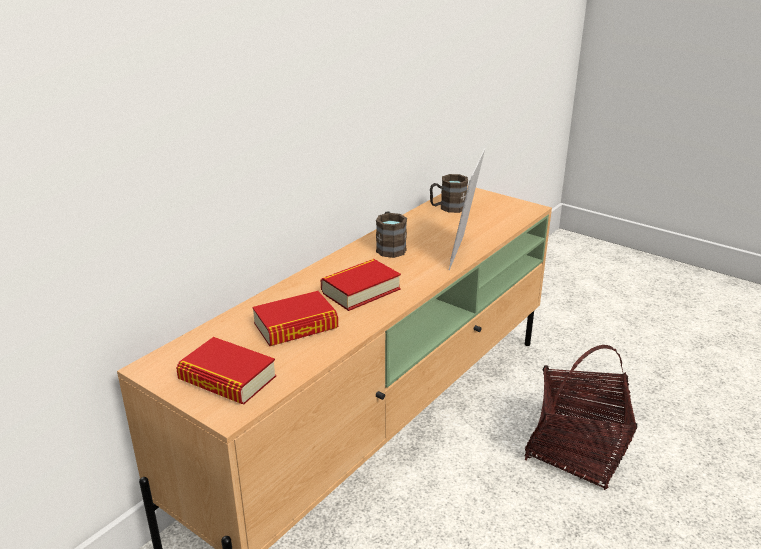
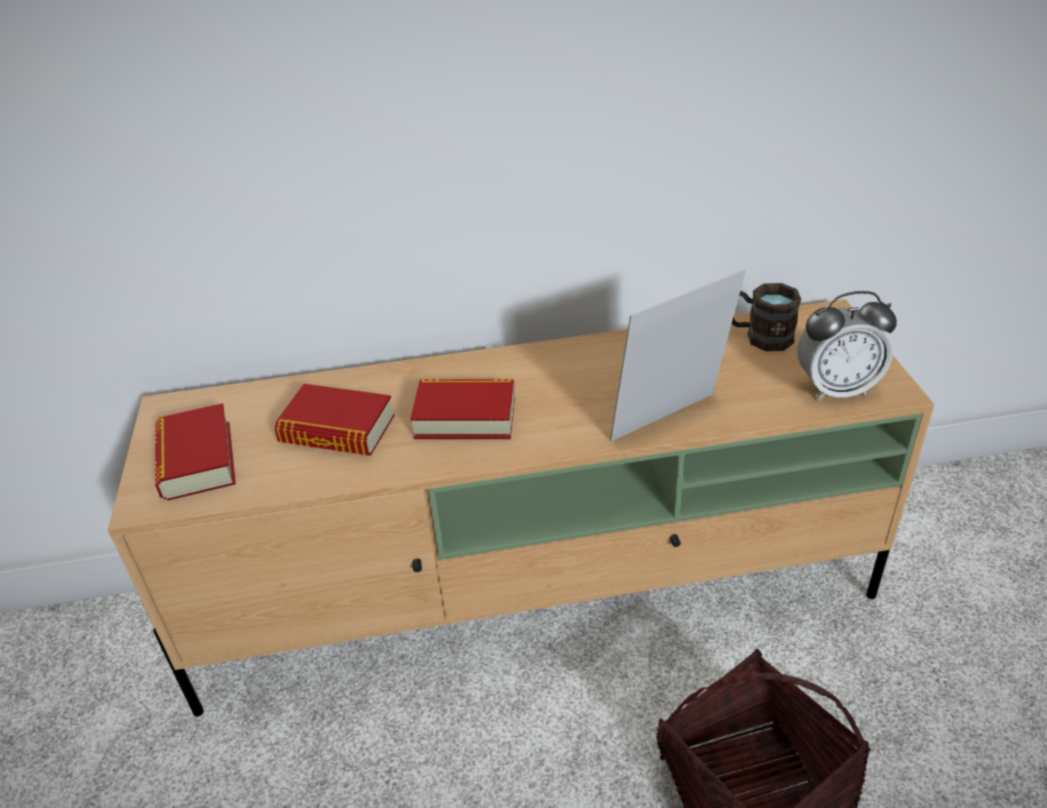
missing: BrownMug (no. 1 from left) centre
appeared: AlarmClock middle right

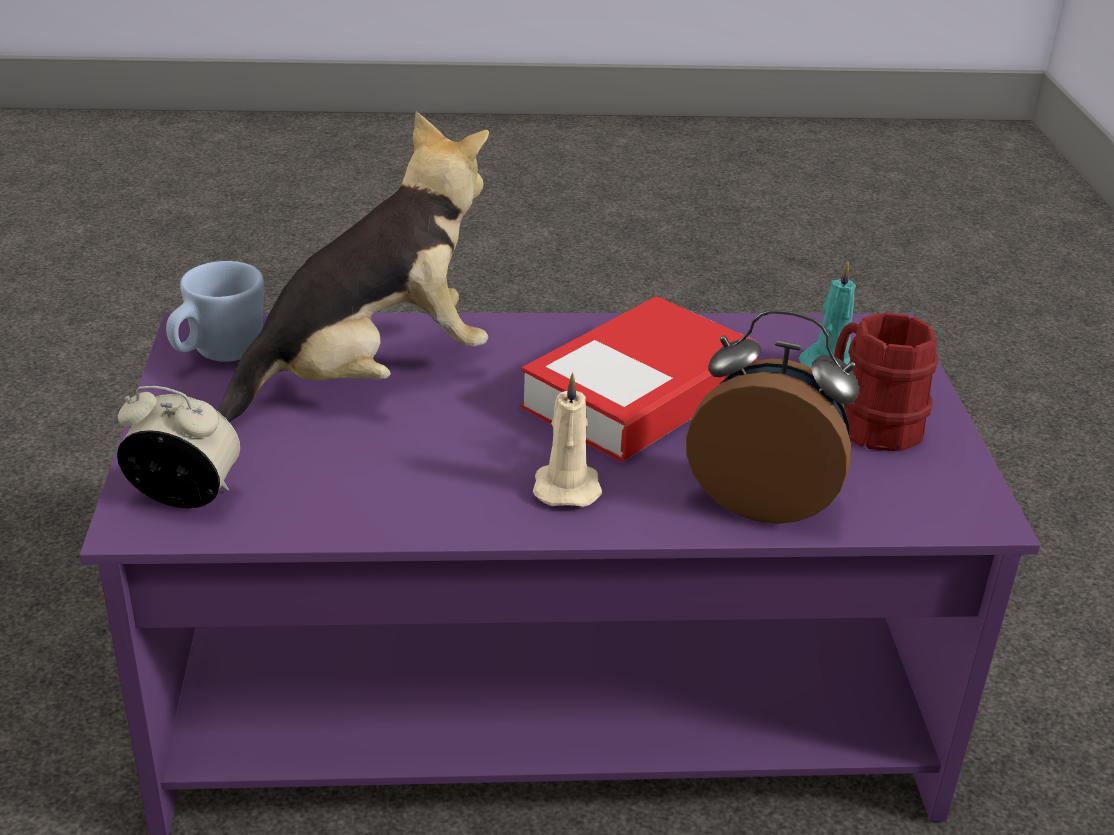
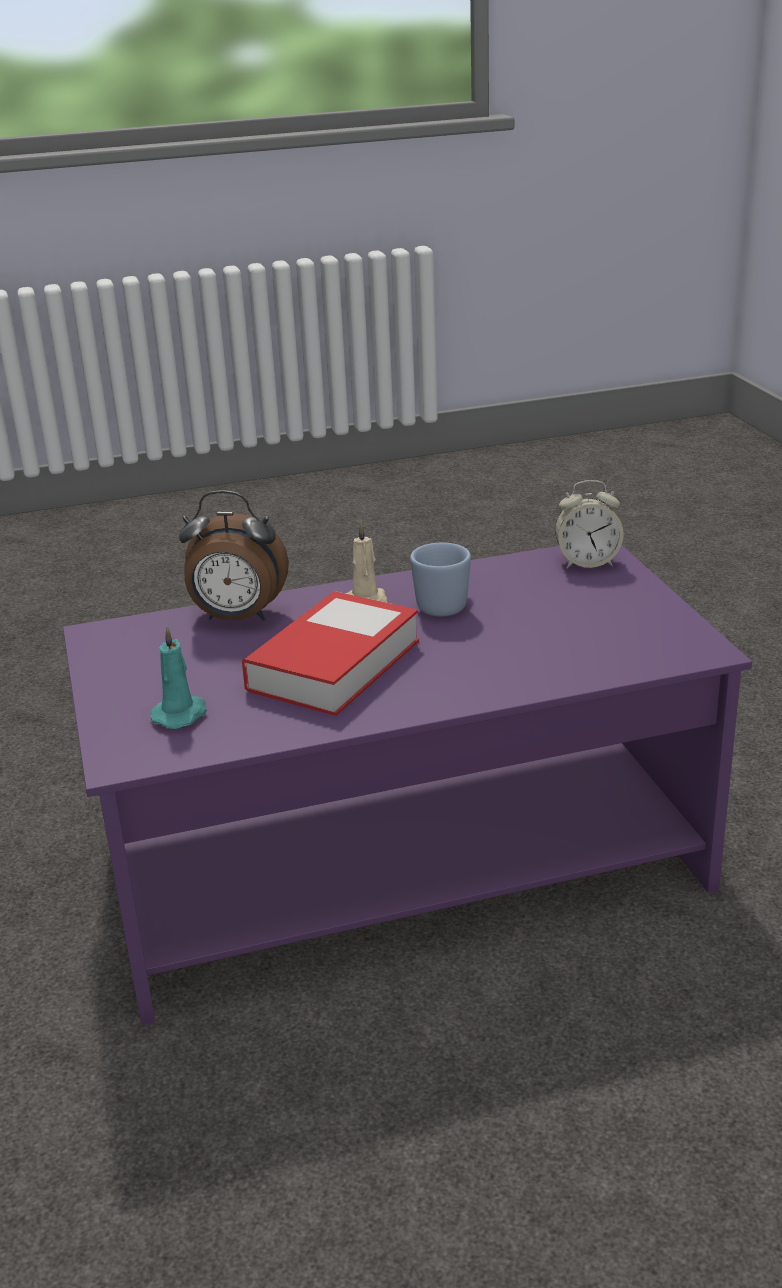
missing: PlushToy top left; RedMug middle right
relocated: BlueMug middle left to centre

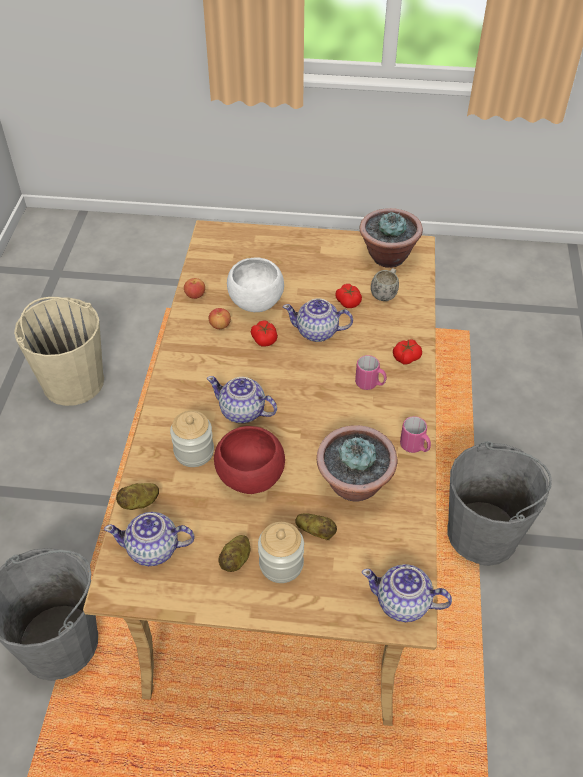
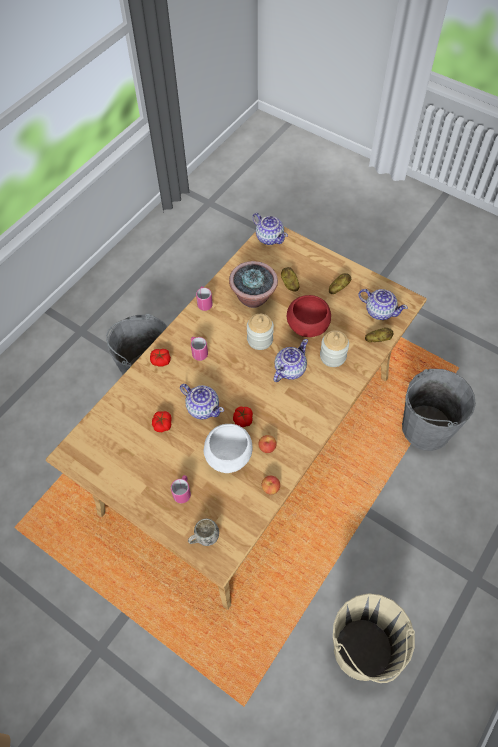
missing: PottedPlant (no. 2 from left) top right
appeared: PinkMug (no. 1 from left) centre
relocated: WhiteMug centre to bottom centre; Jar (no. 2 from left in the first image) bottom centre to Jar (no. 1 from left) centre
spun: Teapot (no. 2 from left in the first image) centre = centre 105 degrees counterclockwise

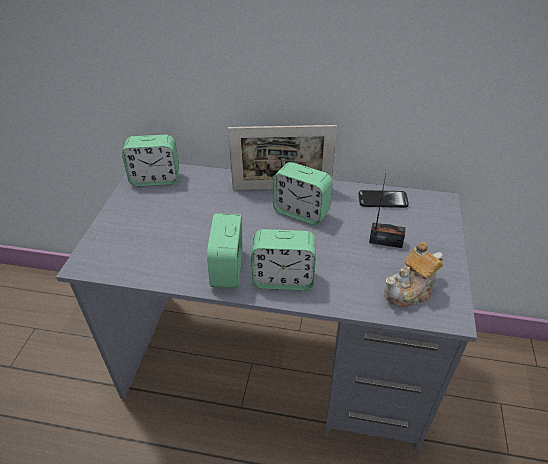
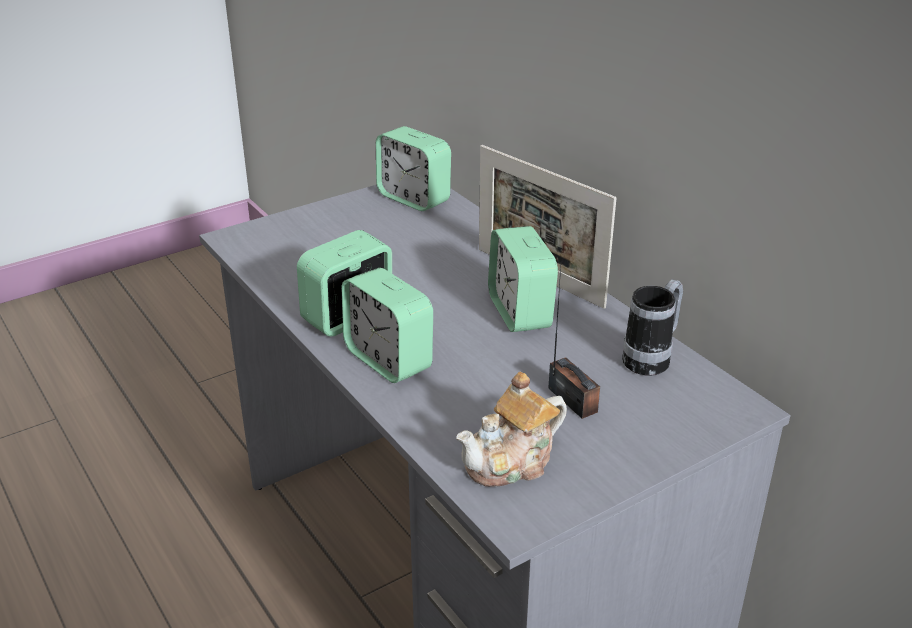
exchanged: Phone middle right to Mug middle right
spun: Teapot middle right = bottom centre 45 degrees counterclockwise

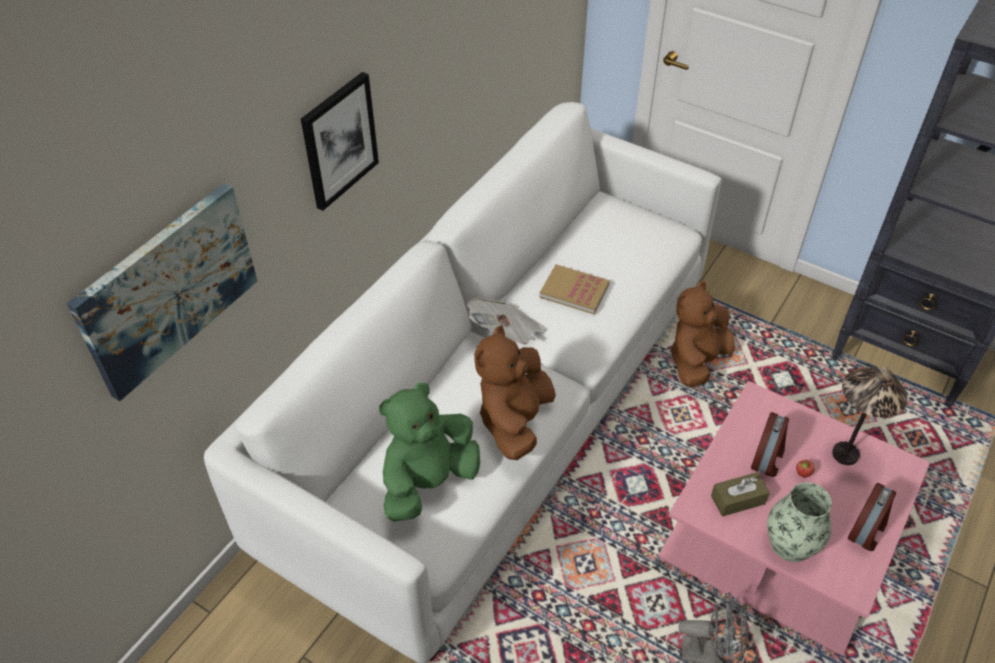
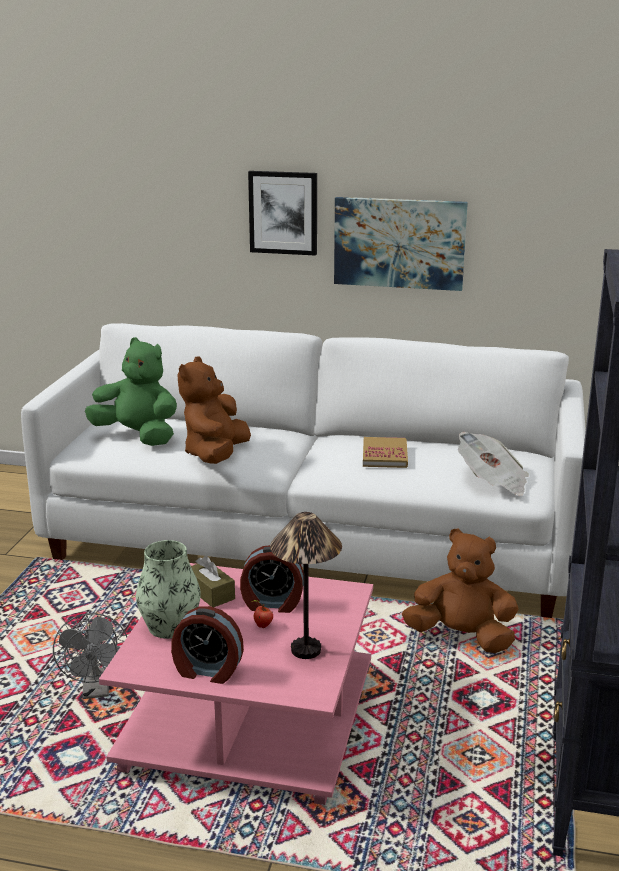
relocated: Picture (no. 1 from left in the first image) middle left to Picture (no. 2 from left) top centre; Newspaper centre to middle right
spun: BrownPlushToy (no. 1 from left) centre = centre 75 degrees counterclockwise

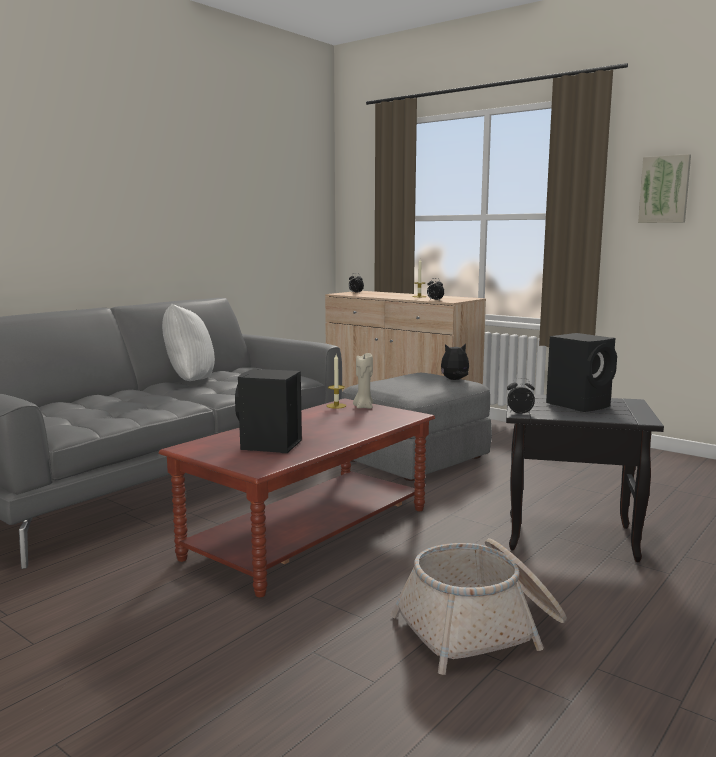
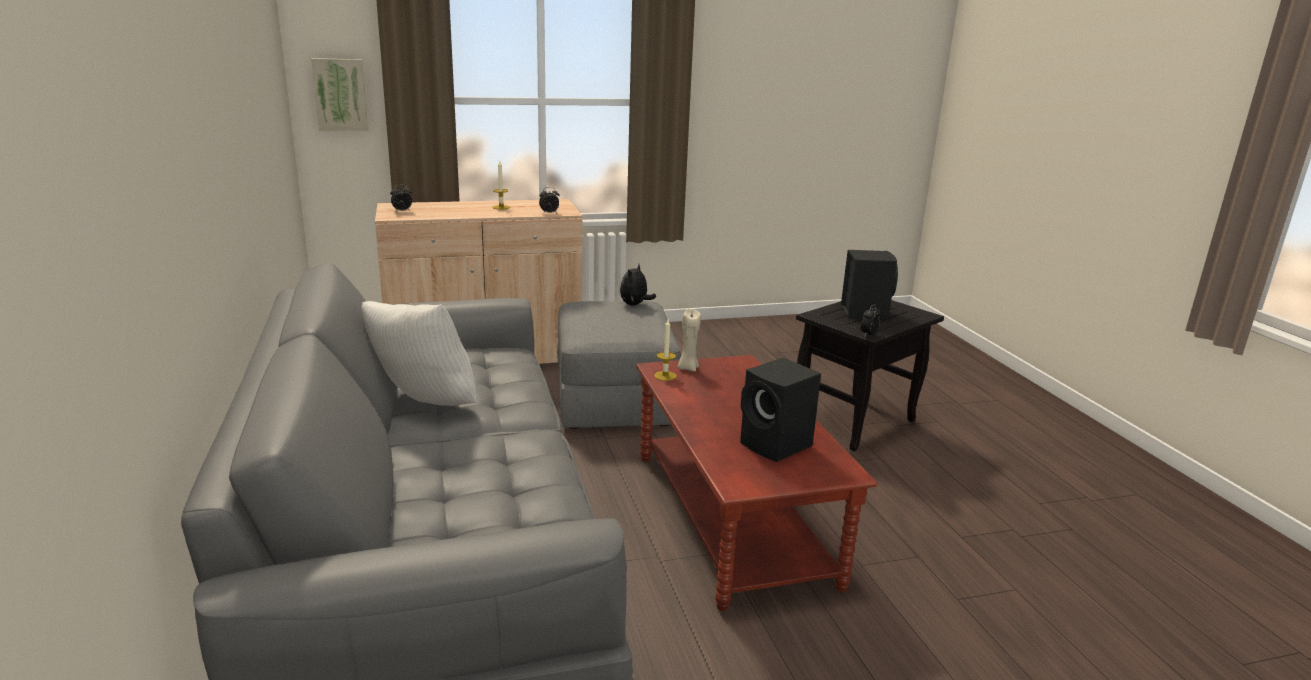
missing: Basket bottom right
relocated: Picture top right to top left

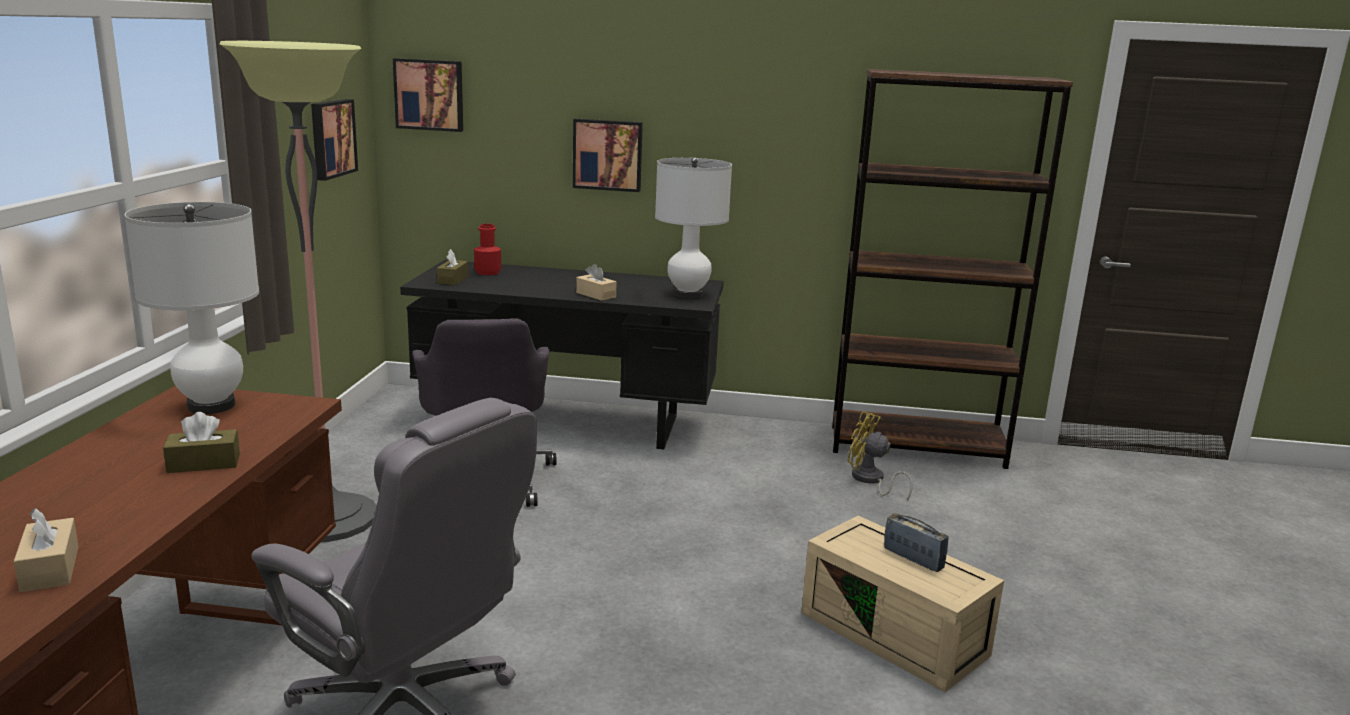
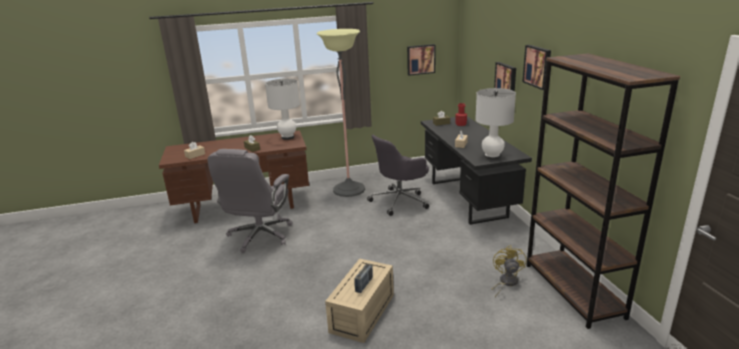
relocated: Picture (no. 2 from left in the first image) top left to Picture (no. 3 from left) top right

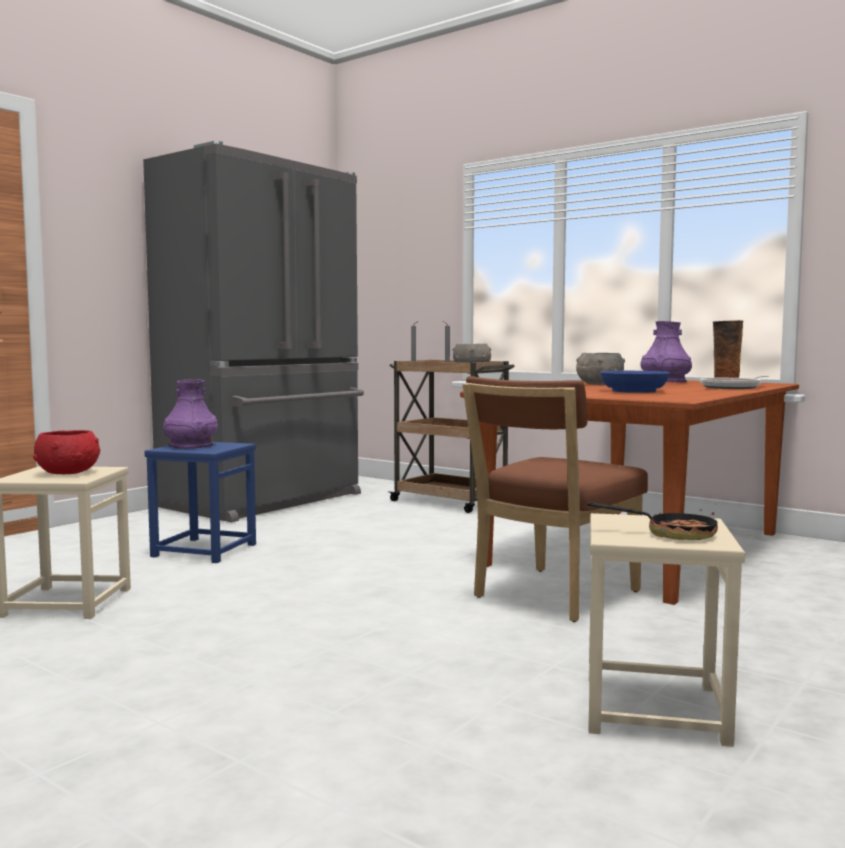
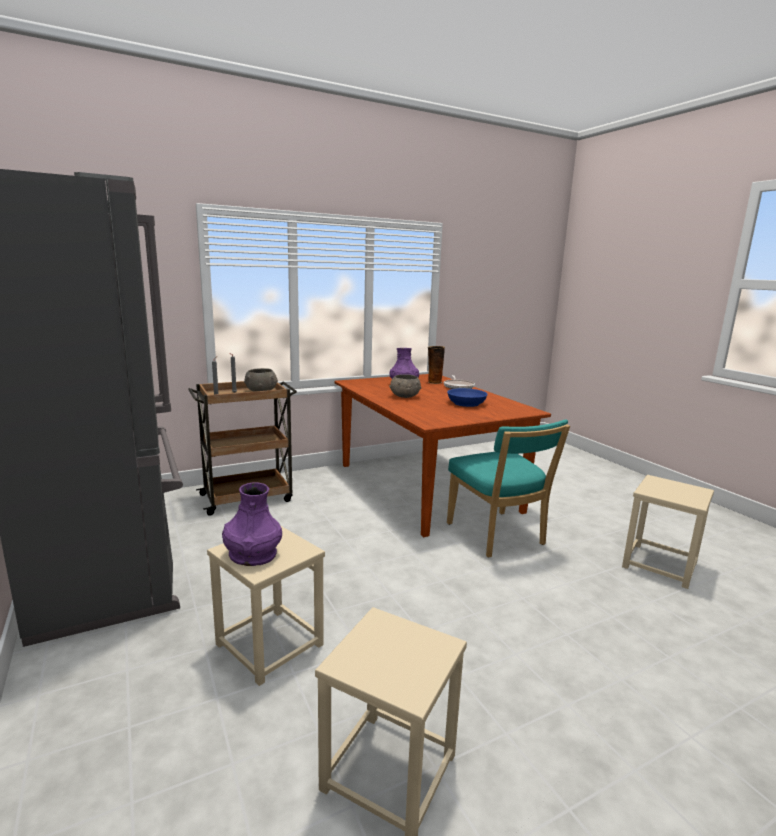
missing: RedBowl middle left; FryingPan (no. 1 from left) middle right
colour: BlueStool middle left to BeigeStool (no. 1 from left) bottom centre; BrownChair centre to TurquoiseChair centre

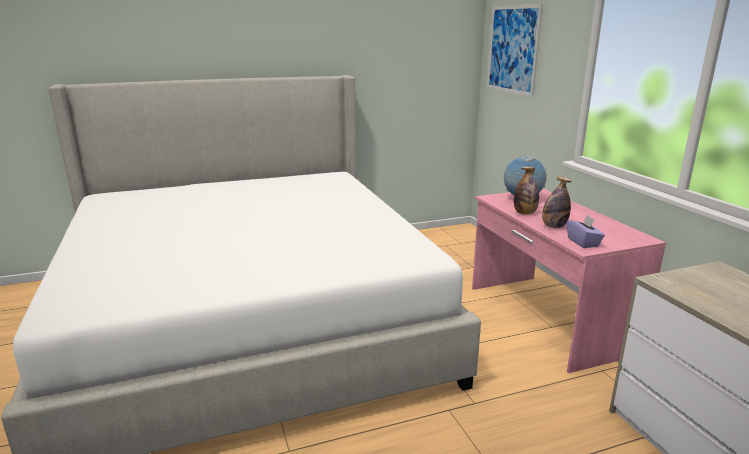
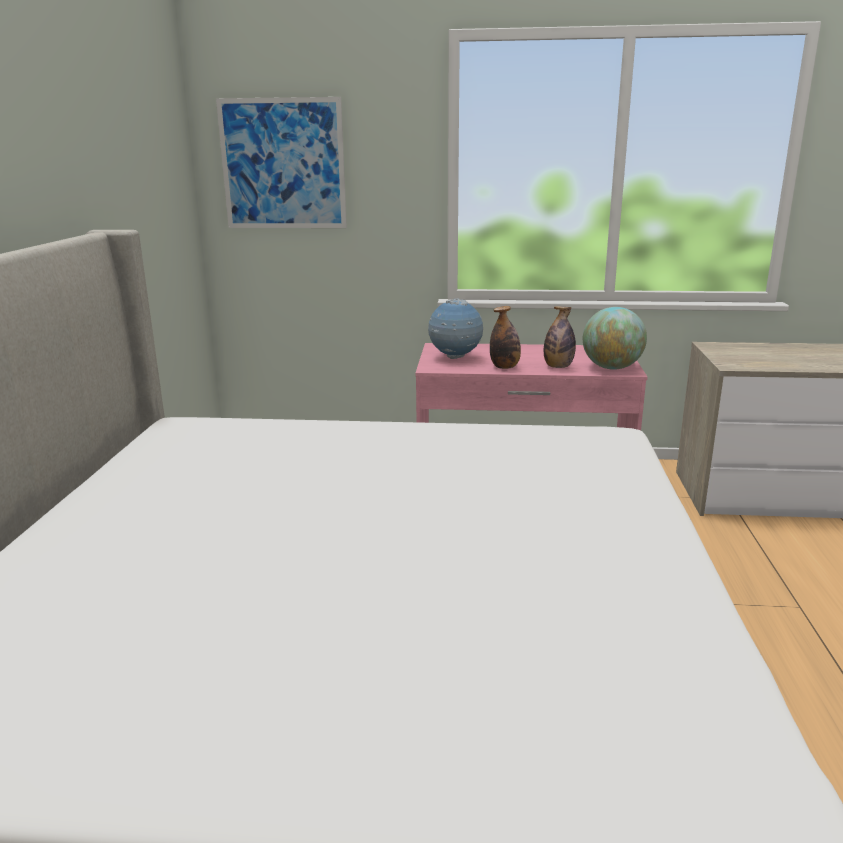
exchanged: PurpleTissueBox middle right to Globe (no. 2 from left) middle right

